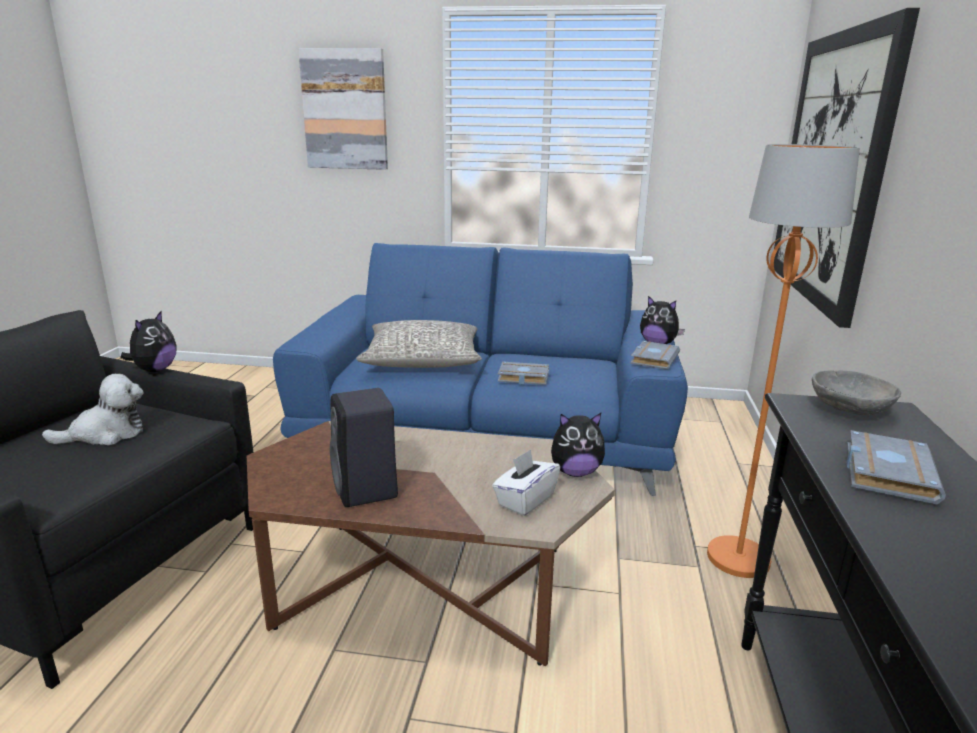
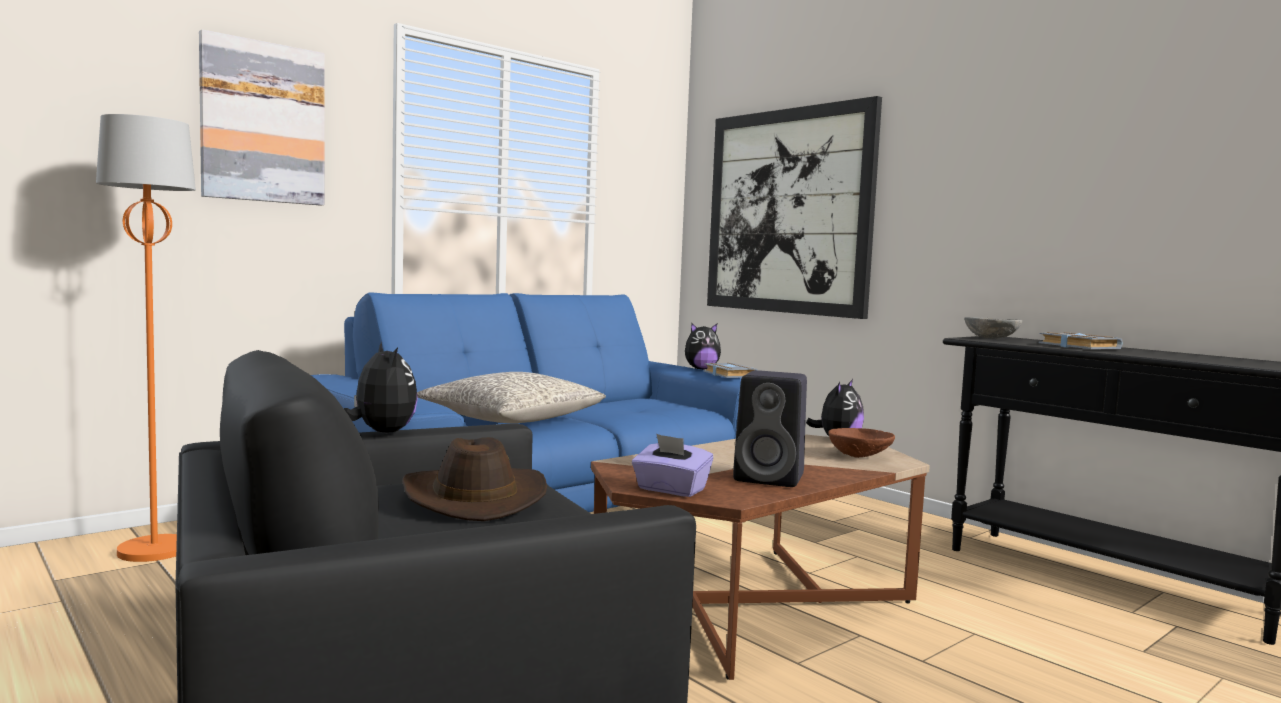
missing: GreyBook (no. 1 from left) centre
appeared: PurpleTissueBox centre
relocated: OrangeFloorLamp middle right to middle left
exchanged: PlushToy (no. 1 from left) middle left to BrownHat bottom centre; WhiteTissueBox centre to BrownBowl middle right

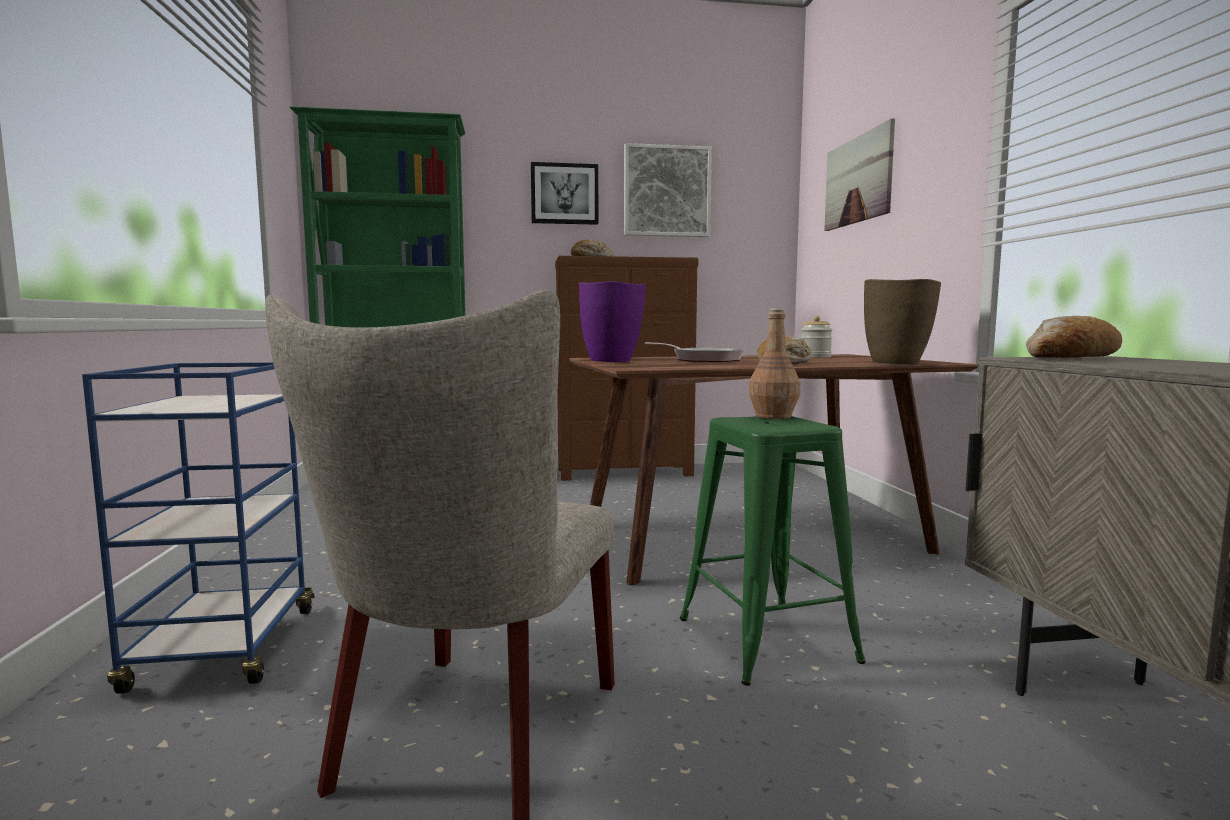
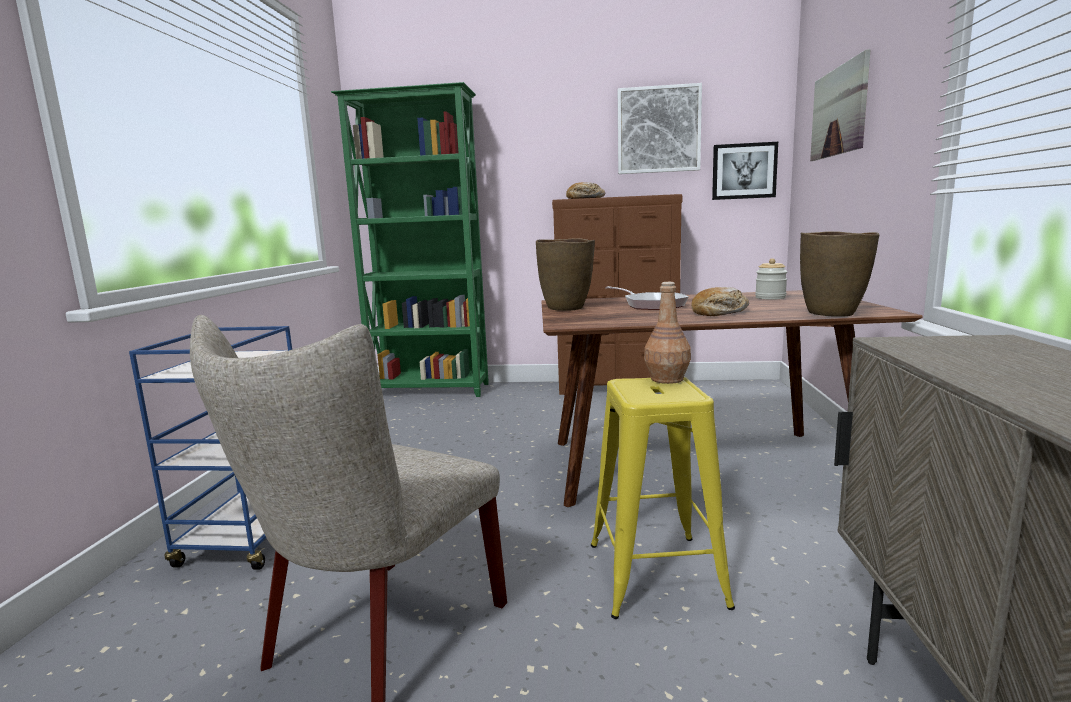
missing: Bread (no. 3 from left) middle right
relocated: Picture (no. 1 from left in the first image) top centre to Picture (no. 2 from left) top right
colour: PurpleVase centre to BrownVase (no. 1 from left) centre; GreenStool bottom centre to YellowStool bottom centre

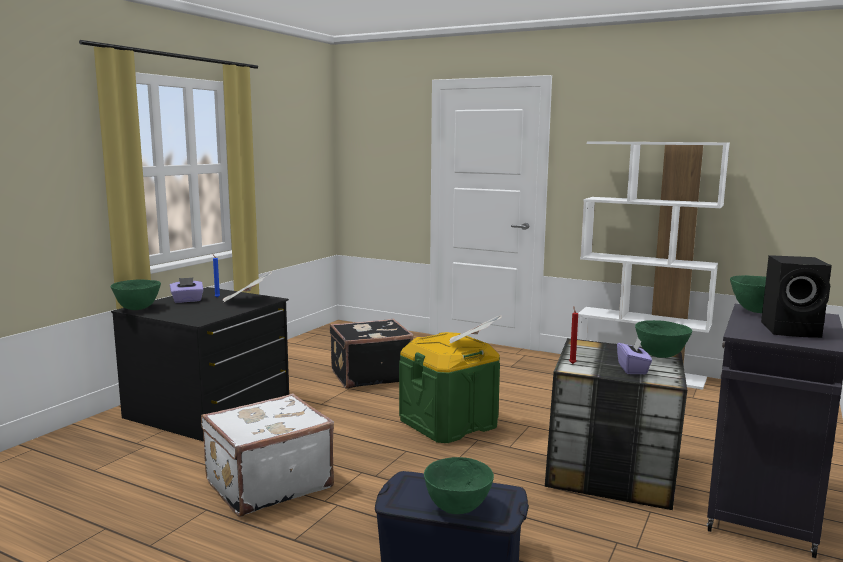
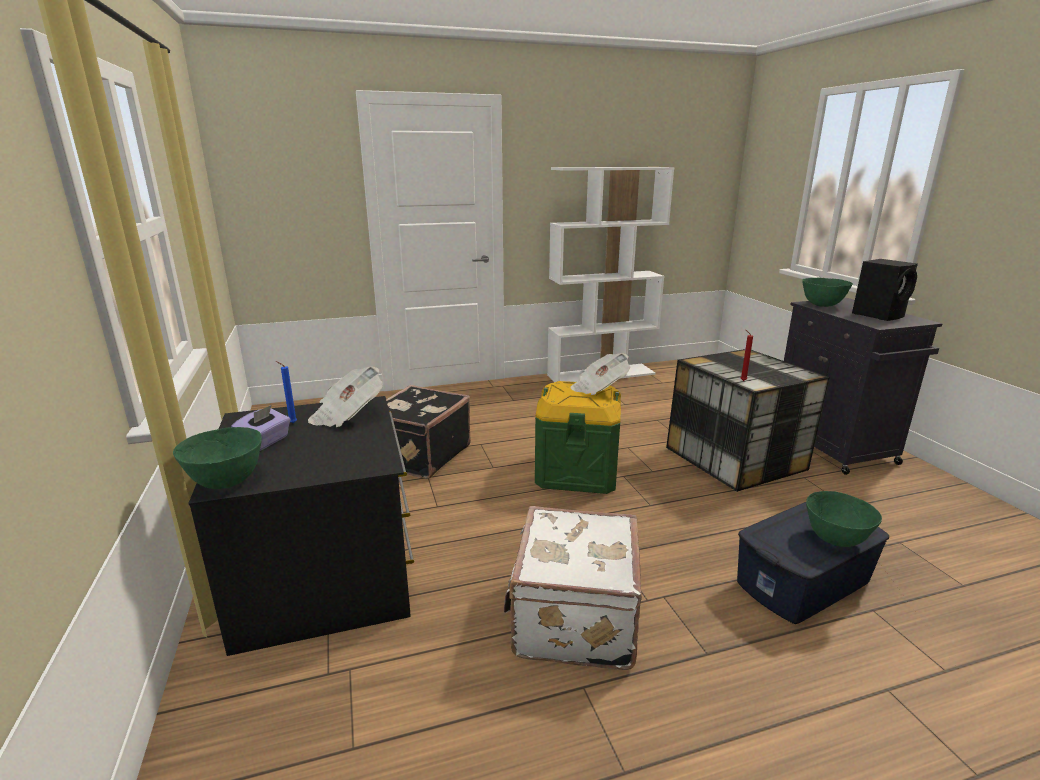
missing: PurpleTissueBox (no. 2 from left) middle right; GreenBowl (no. 3 from left) middle right

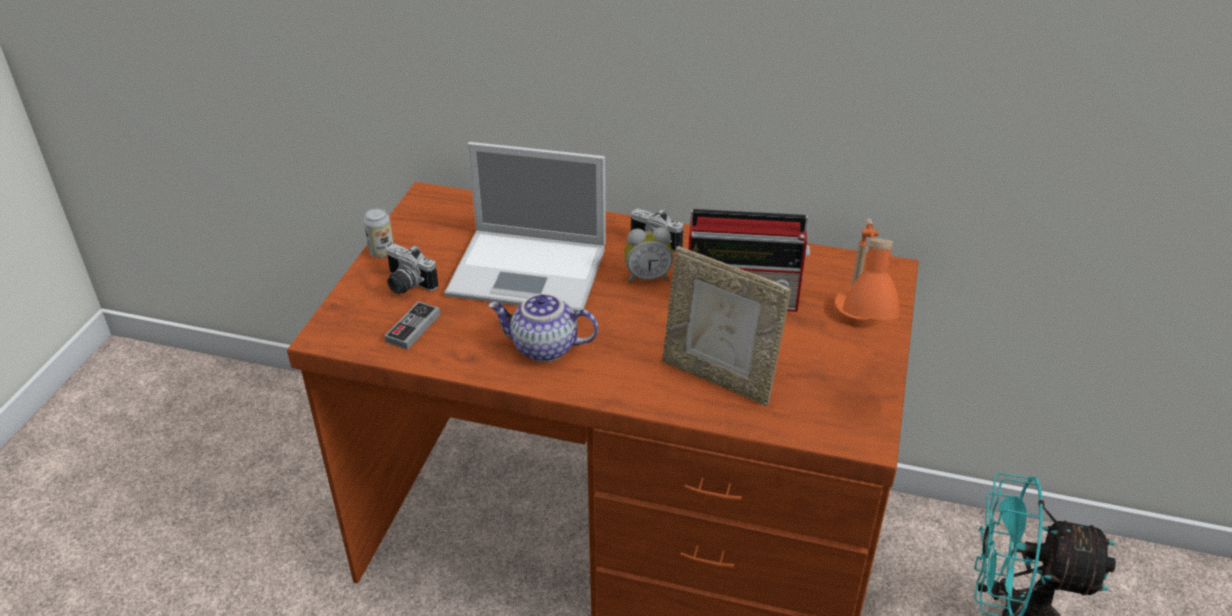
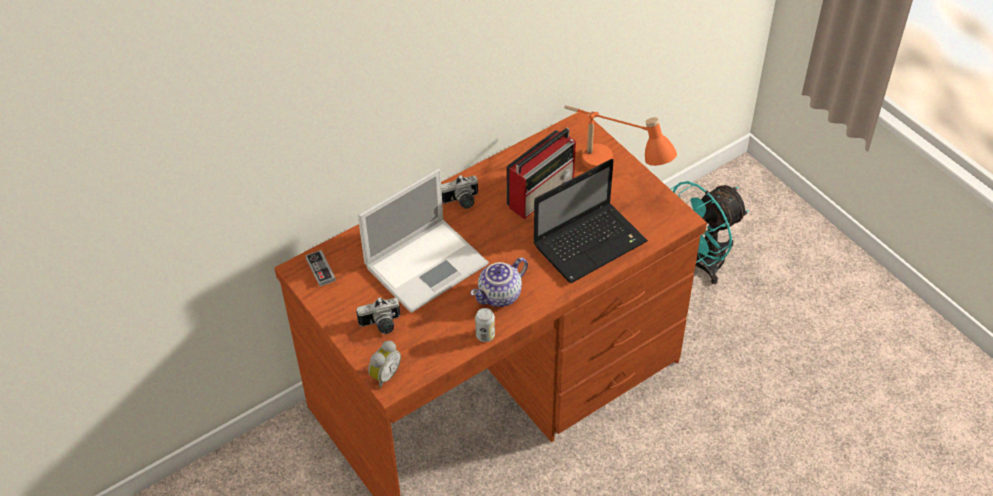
relocated: GameController centre to middle left; AlarmClock centre to bottom centre; Can middle left to centre
exchanged: PictureFrame centre to Laptop (no. 2 from left) centre

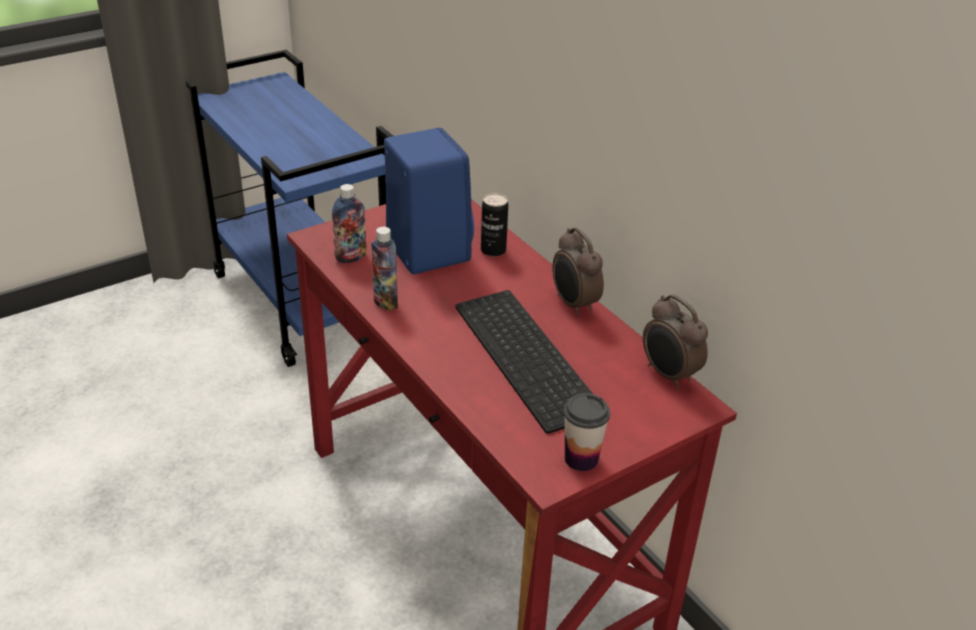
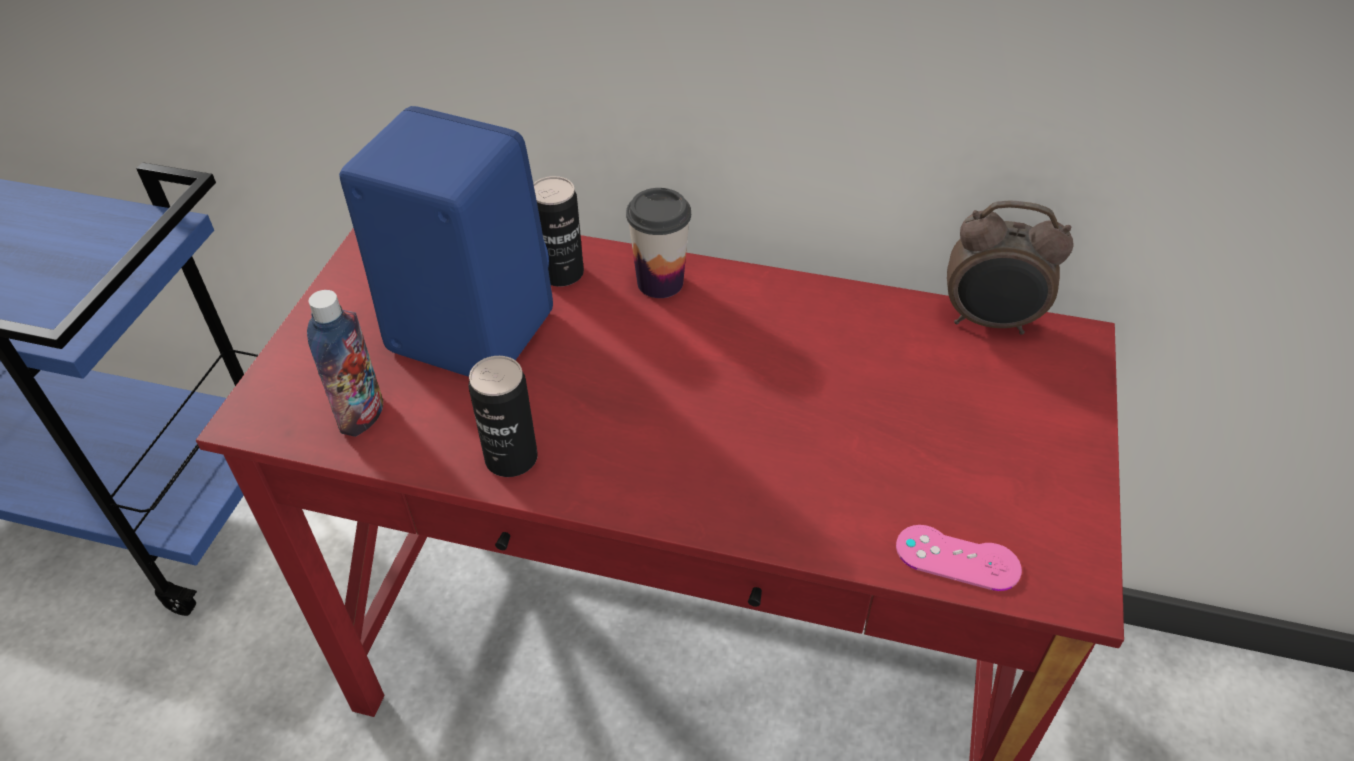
missing: Keyboard centre; AlarmClock (no. 1 from left) centre
appeared: PinkGameController bottom right
relocated: Cup bottom centre to top centre
exchanged: Bottle (no. 2 from left) centre to Can (no. 1 from left) centre

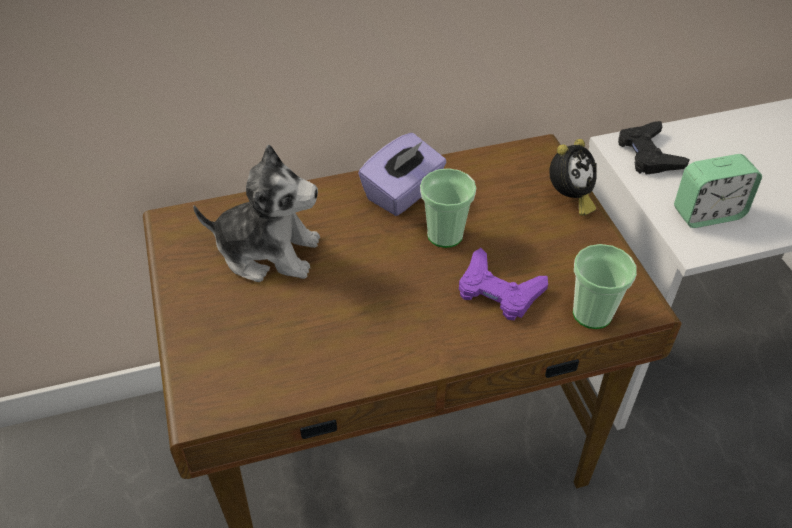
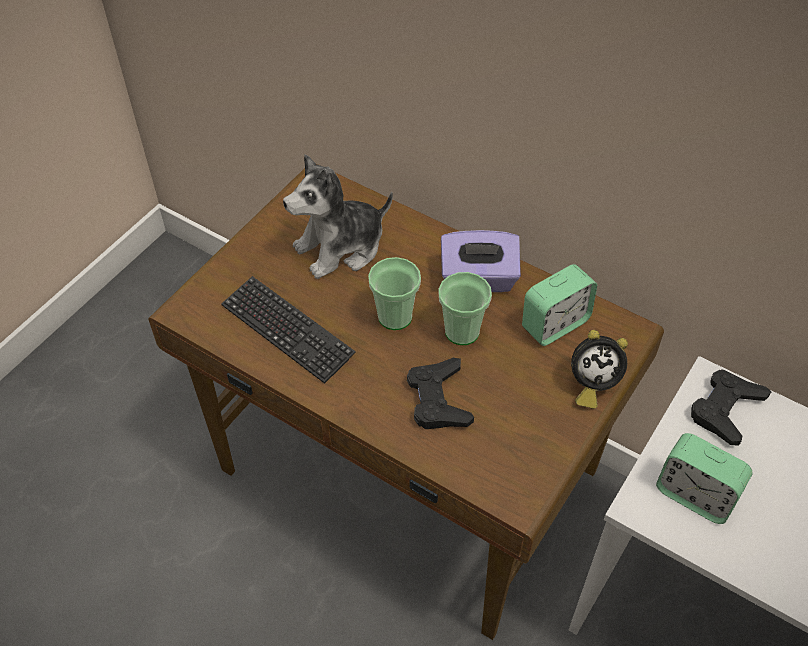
appeared: Keyboard centre; AlarmClock (no. 1 from left) middle right
relocated: Cup (no. 2 from left in the first image) middle right to Cup (no. 1 from left) centre
colour: PurpleGameController centre to BlackGameController (no. 1 from left) centre
spun: PlushToy middle left = centre 90 degrees clockwise

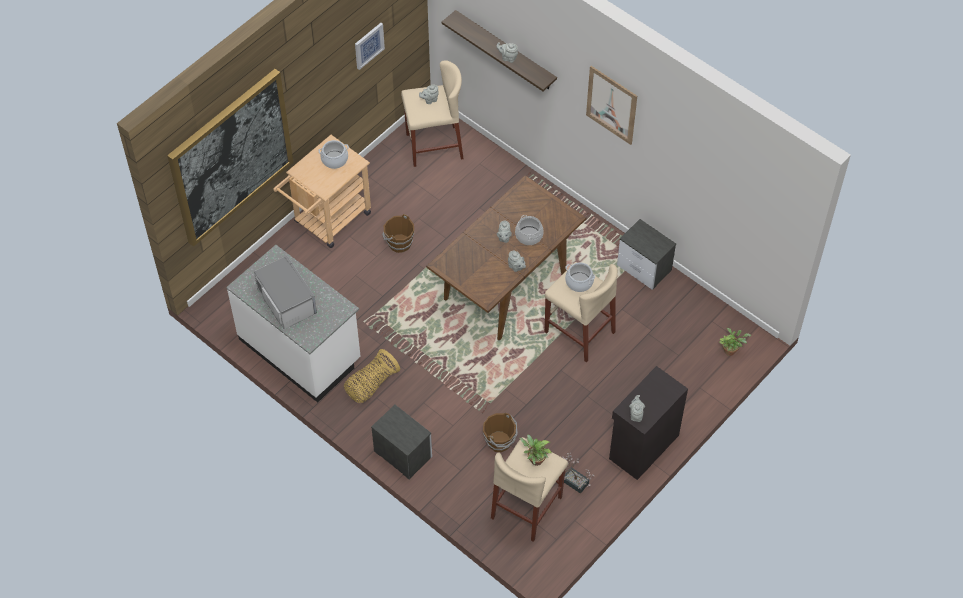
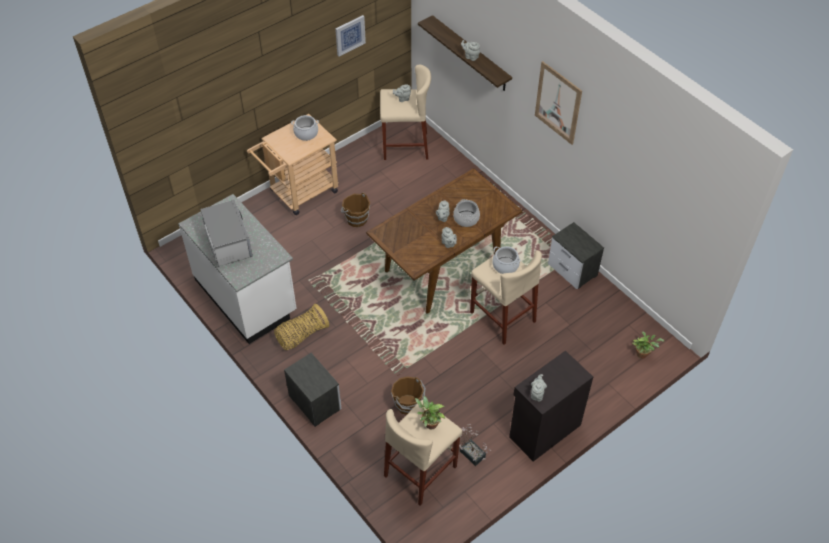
missing: Picture (no. 1 from left) top left

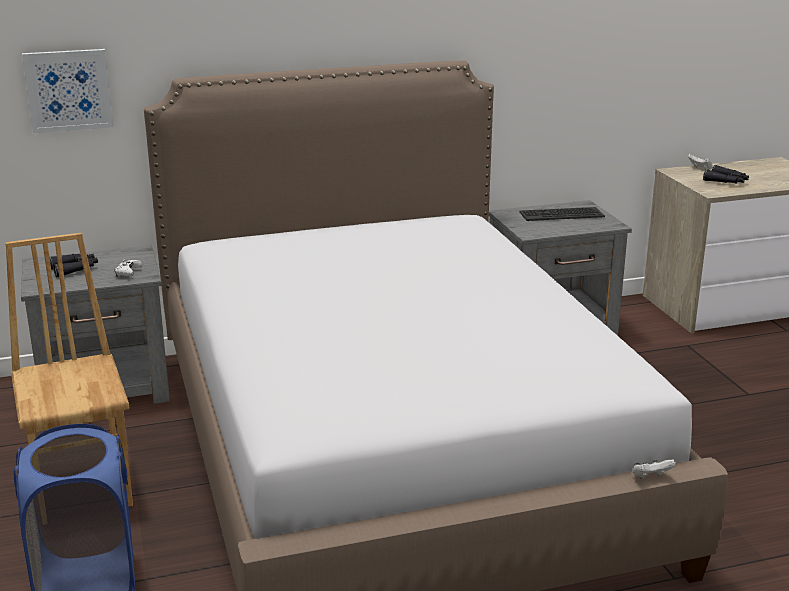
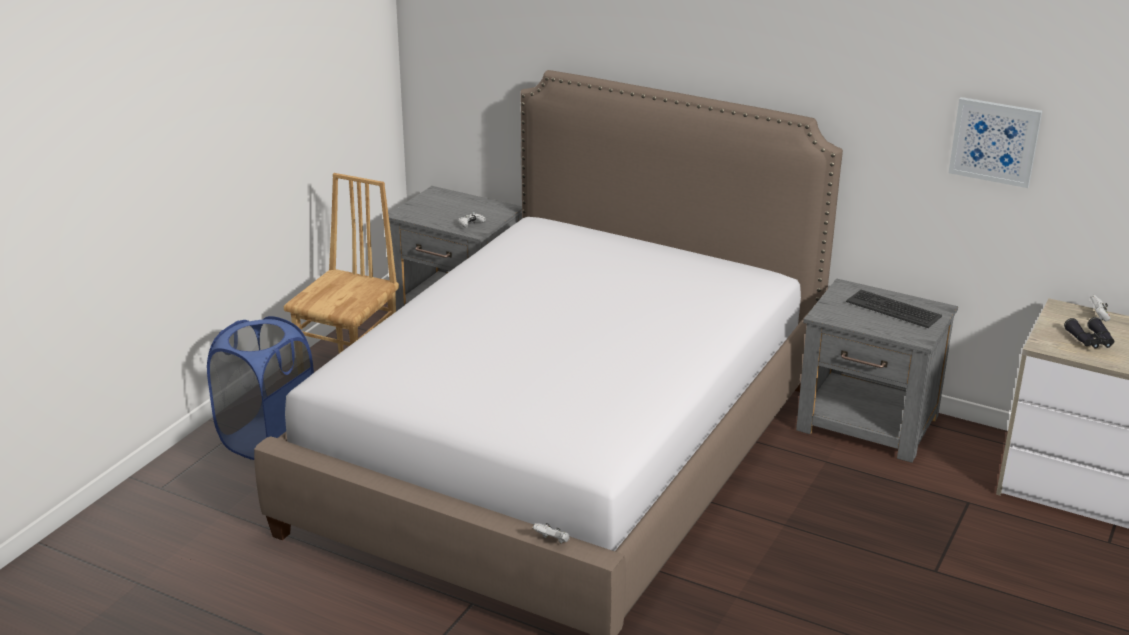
missing: BlackBinoculars (no. 1 from left) middle left
relocated: Picture top left to top right

